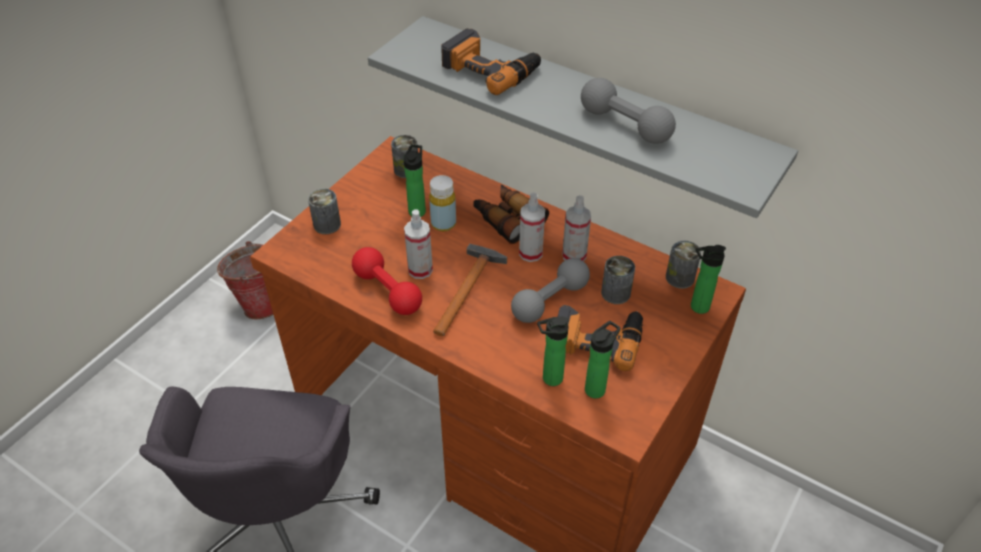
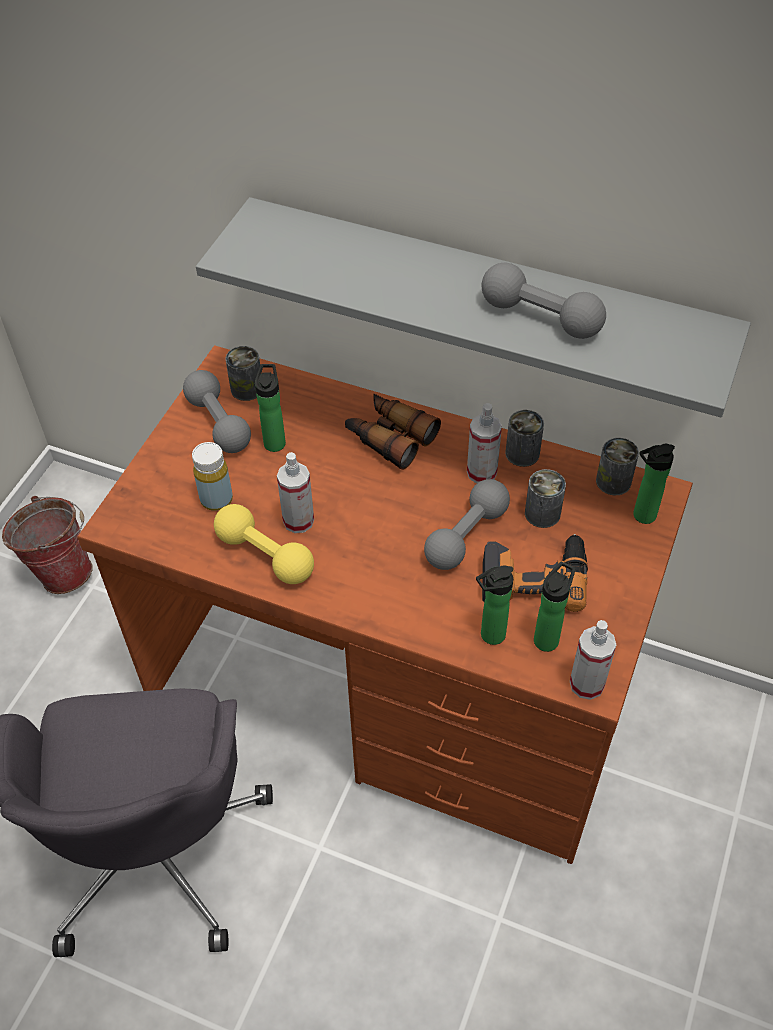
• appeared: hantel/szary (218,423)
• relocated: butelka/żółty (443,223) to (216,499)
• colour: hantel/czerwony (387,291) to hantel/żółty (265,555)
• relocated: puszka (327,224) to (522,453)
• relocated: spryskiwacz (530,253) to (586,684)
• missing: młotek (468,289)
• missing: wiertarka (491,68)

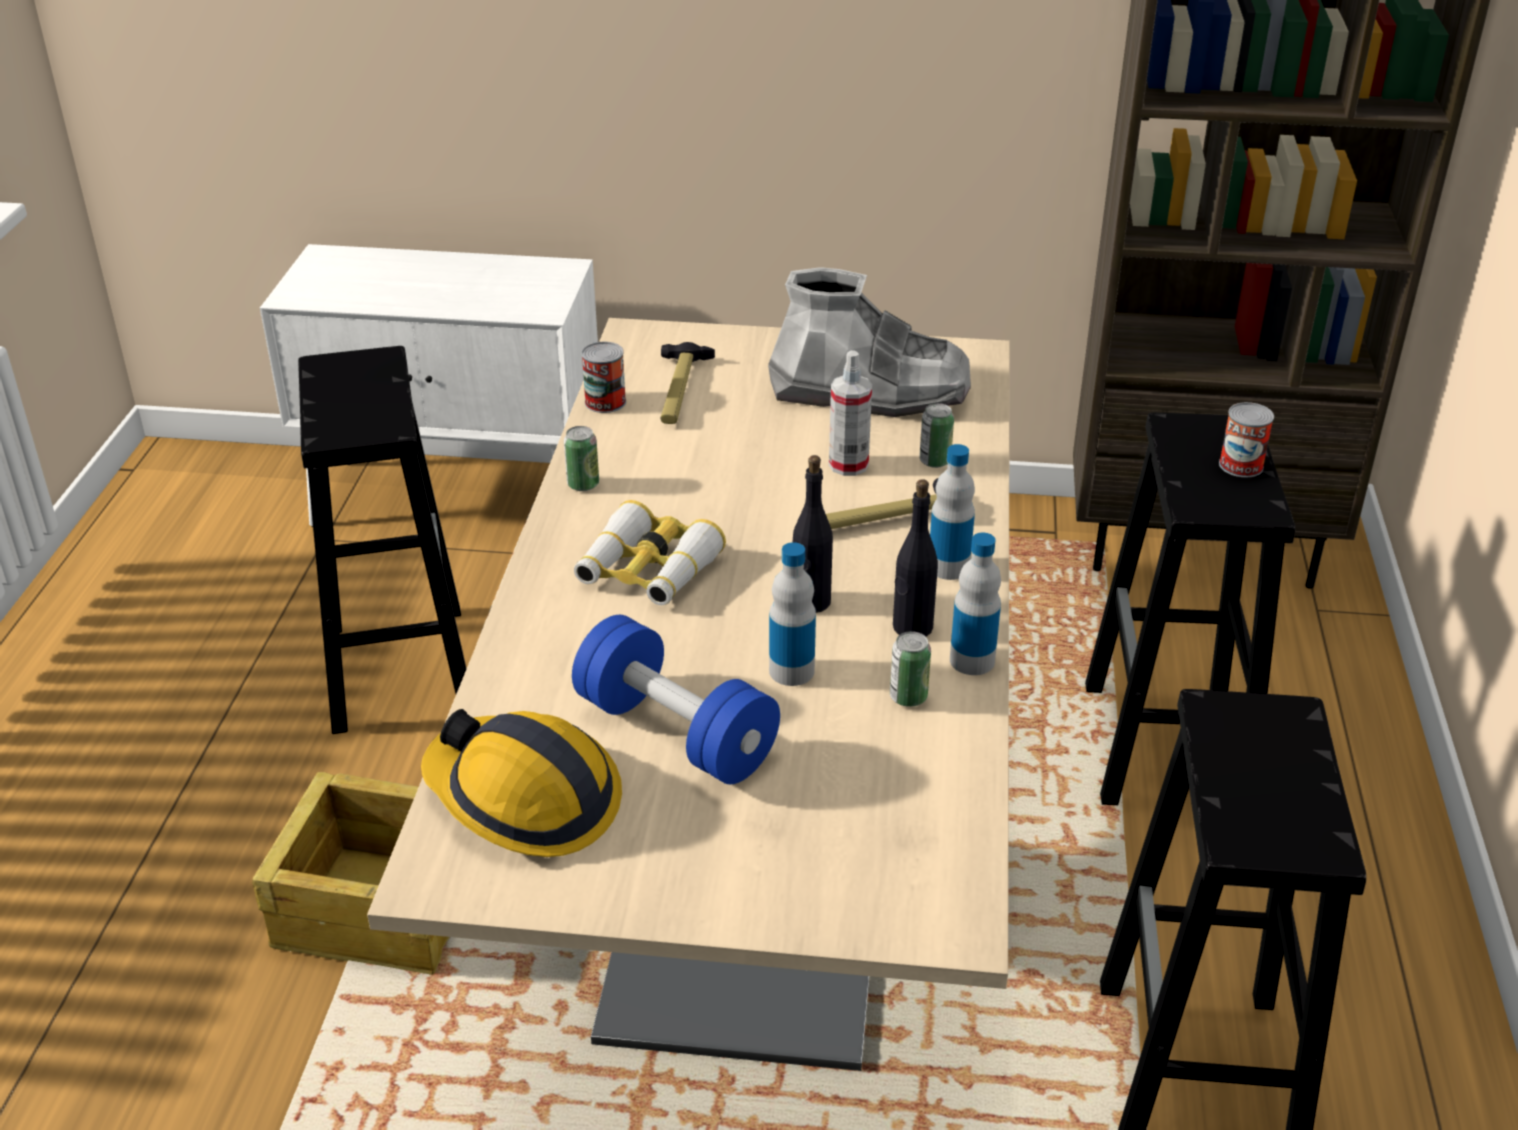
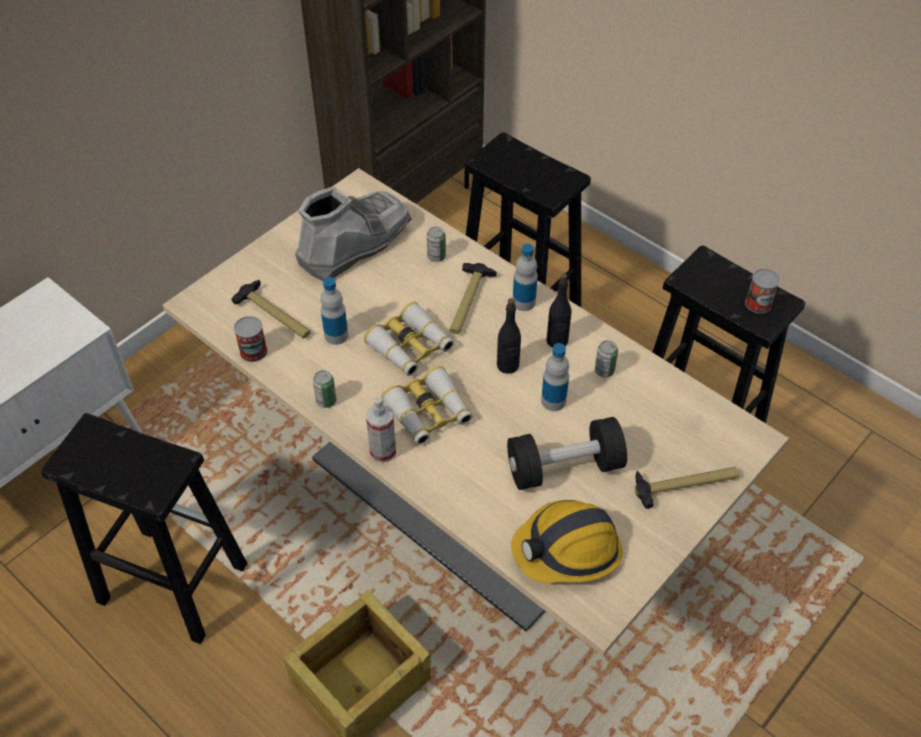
• relocated: butelka (972,660) to (336,335)
• appeared: lornetka (410,347)
• relocated: spryskiwacz (848,465) to (383,451)
• colour: hantel/niebieski (675,733) to hantel/czarny (564,467)
• appeared: młotek (685,485)
• relocated: puszka (1241,465) to (758,303)

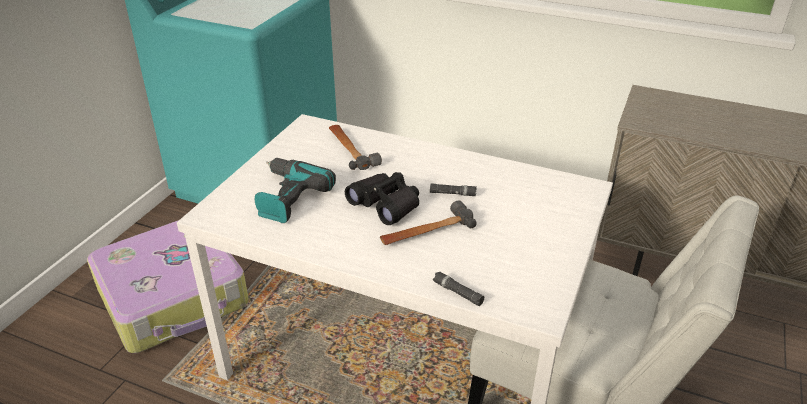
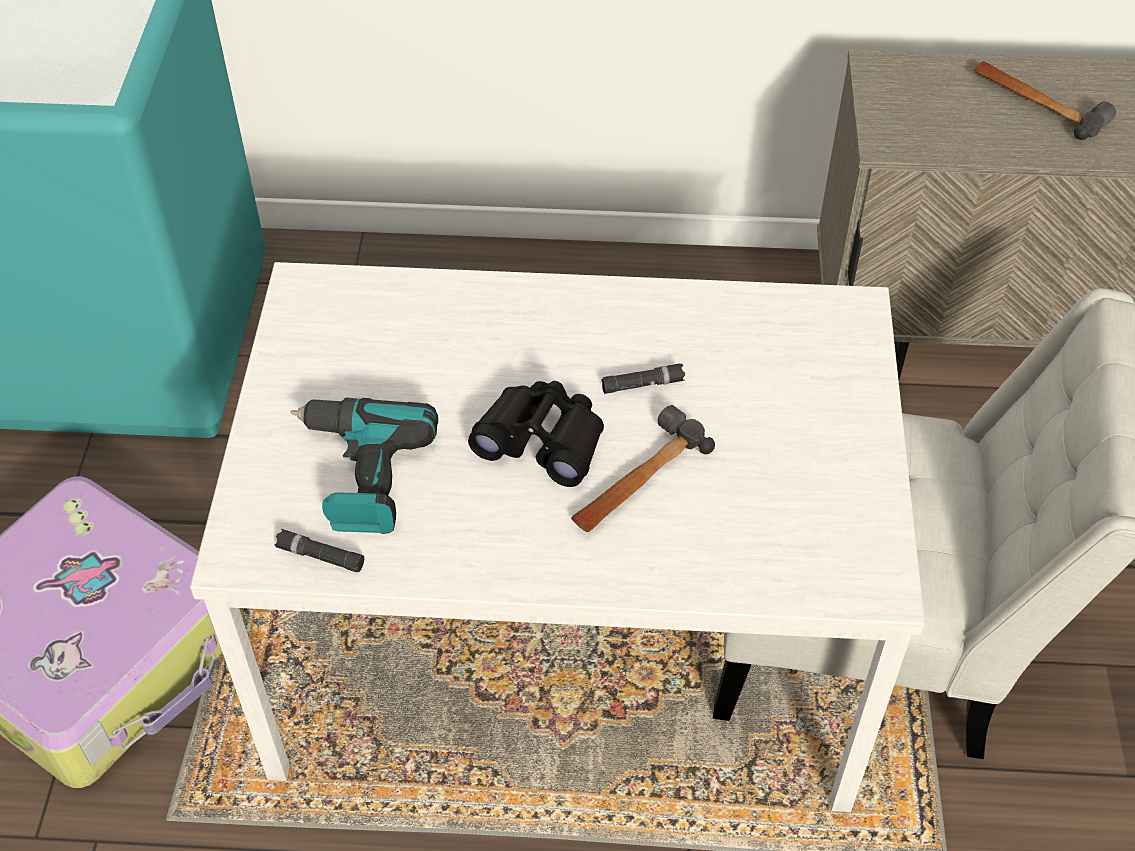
• relocated: latarka/czarny (458,292) to (320,556)
• relocated: młotek (350,150) to (1037,103)

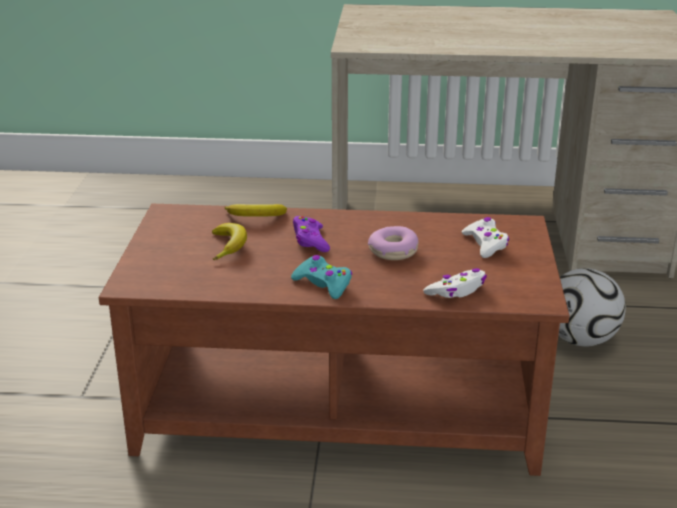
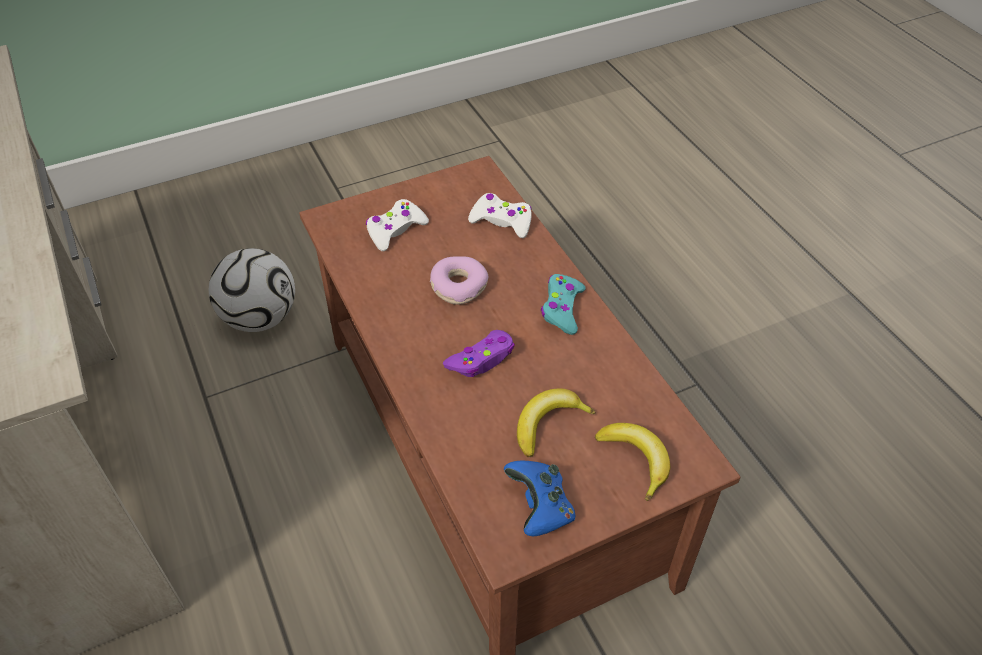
• appeared: pad do gier/niebieski (540,508)
• relocated: banan (255,217) to (636,460)

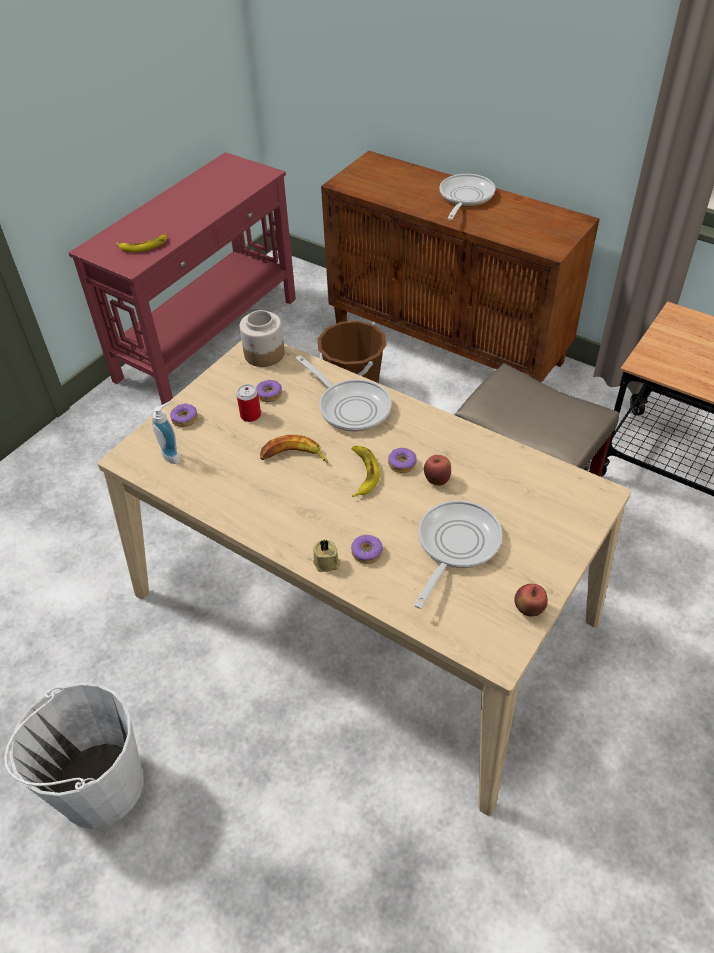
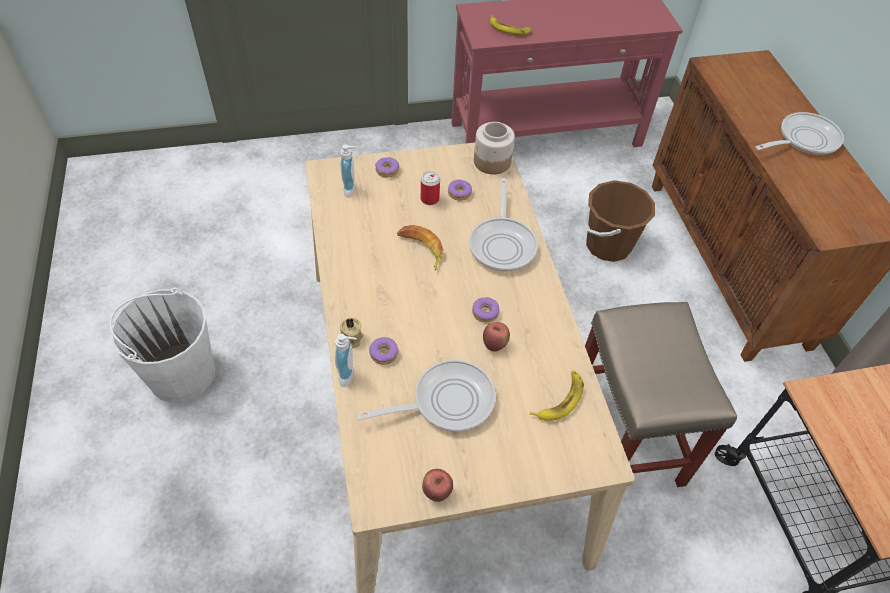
• appeared: dozownik mydła (349,375)
• relocated: banan (362,473) to (560,399)

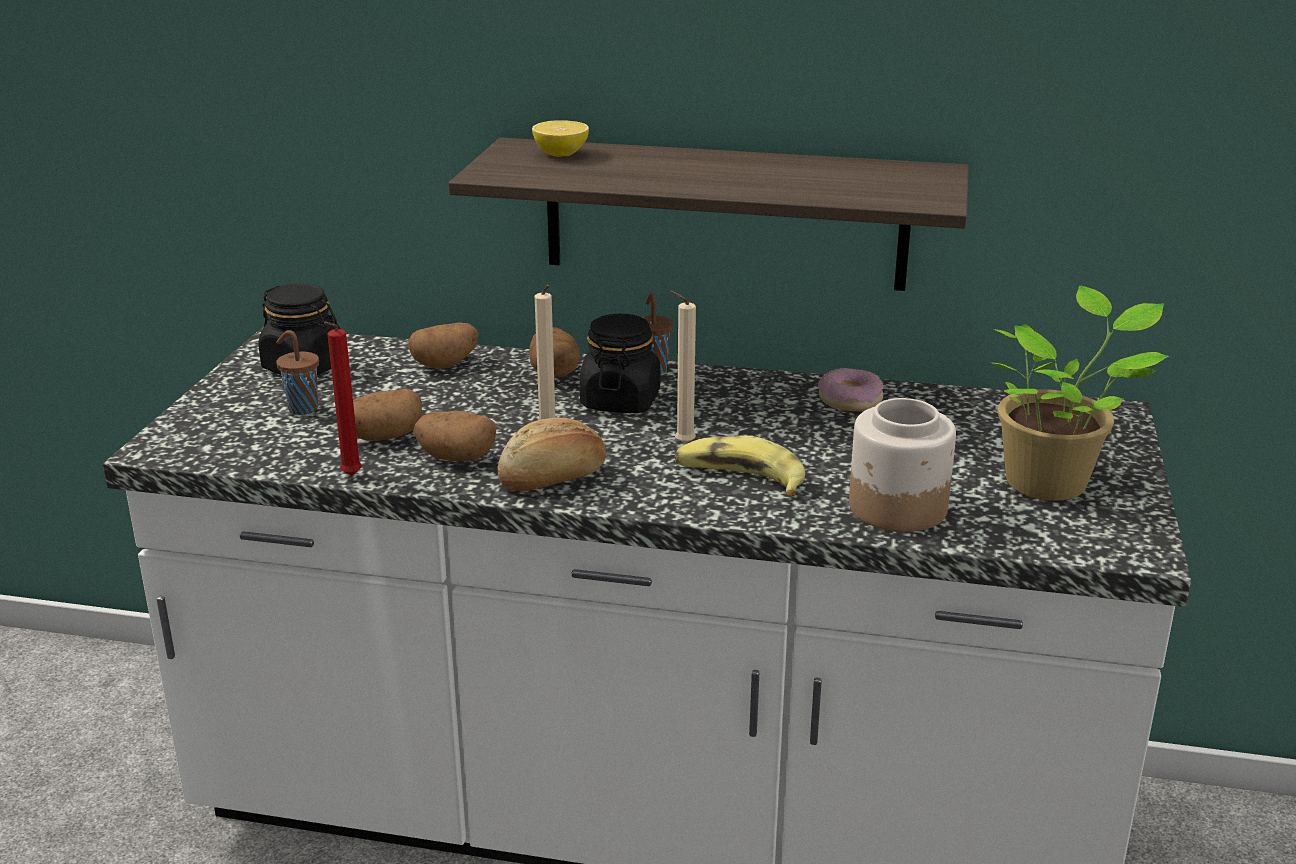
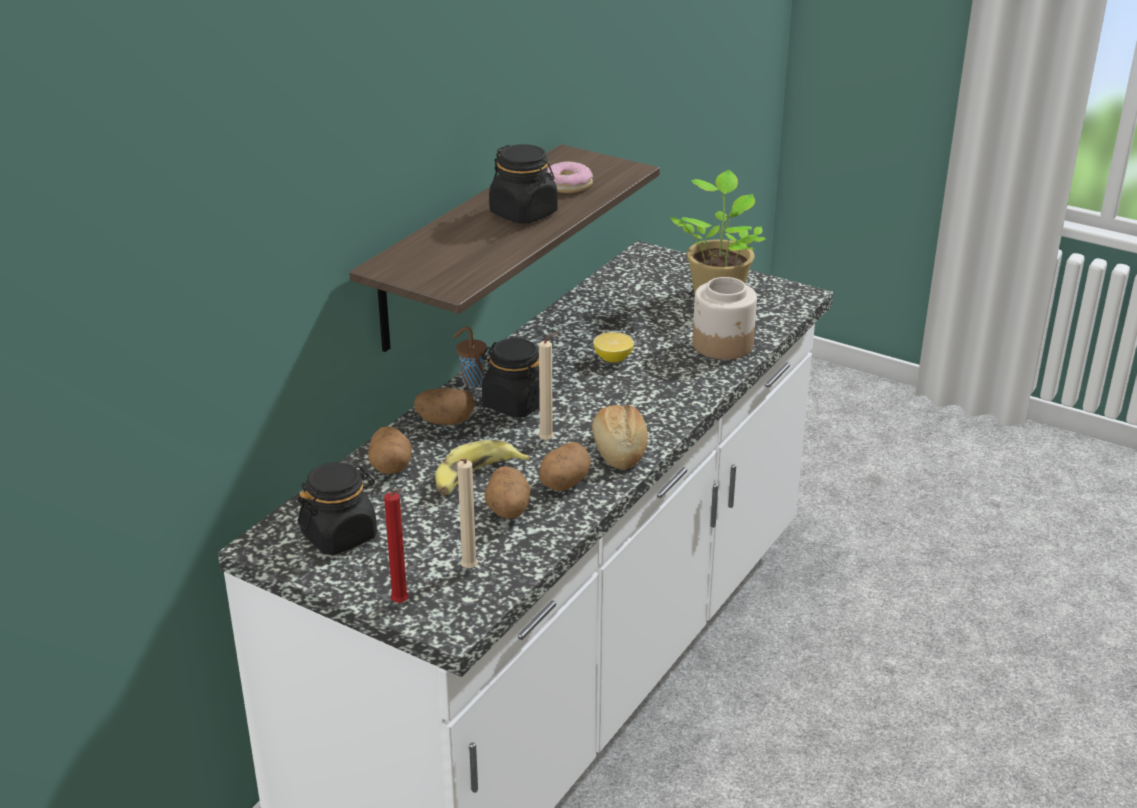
• relocated: świeca/czerwony (349,477) to (402,604)
• relocated: banan (740,479) to (475,477)
• relocated: świeca/beżowy (681,444) to (468,570)
• appeared: słoik/czarny (524,213)
• relocated: donut (850,400) to (568,185)
• relocated: cytryna (561,154) to (613,358)
• missing: filiżanka/brązowy (301,409)

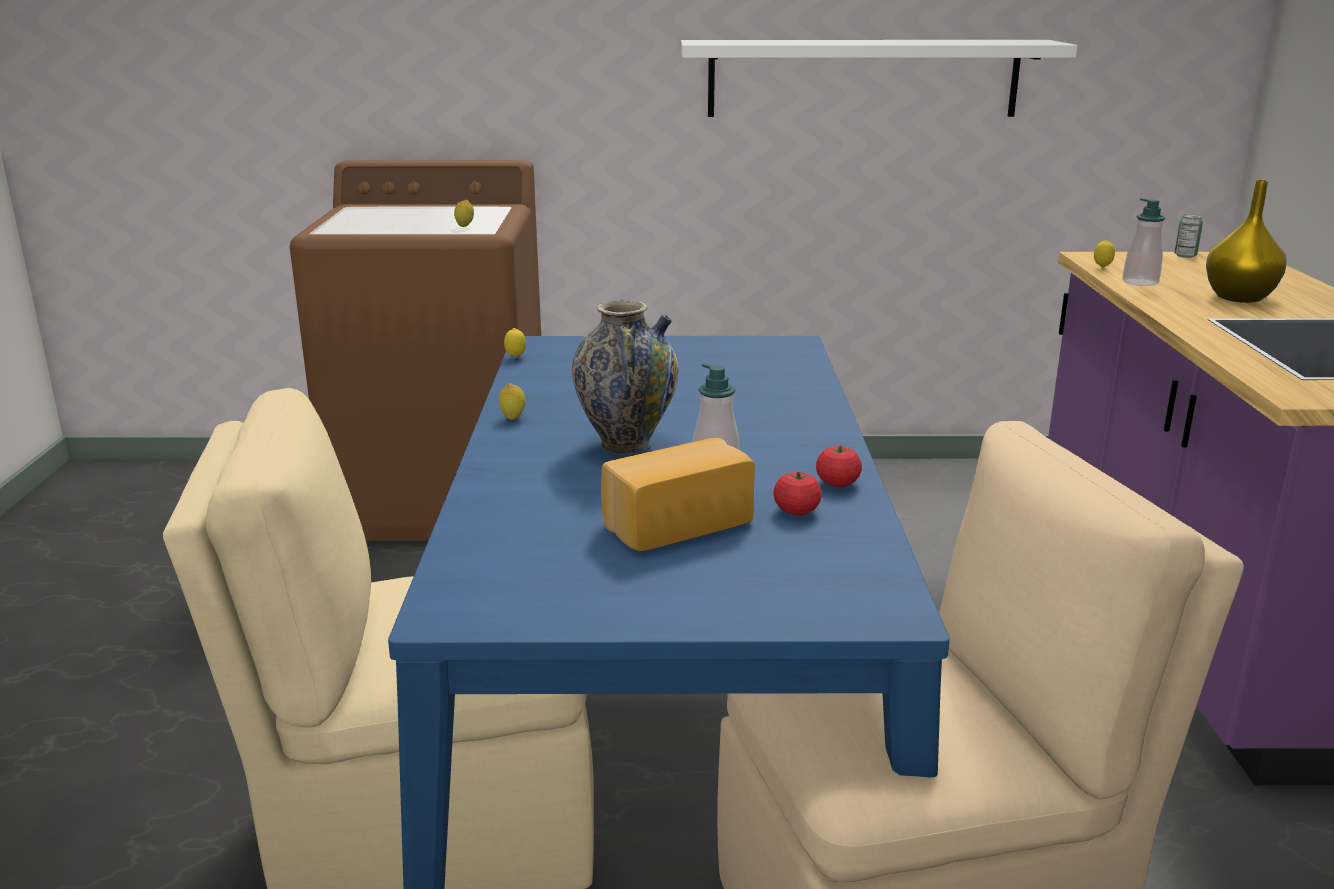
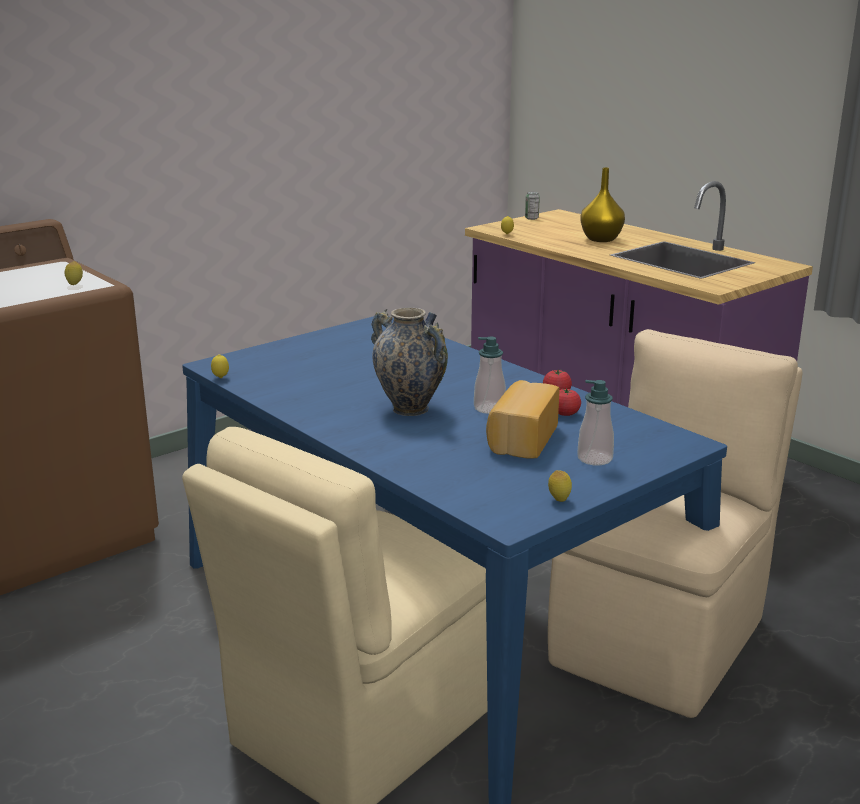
• relocated: cytryna (513,418) to (559,500)
• relocated: dozownik mydła (1140,282) to (594,459)
• missing: półka/biały (863,78)

